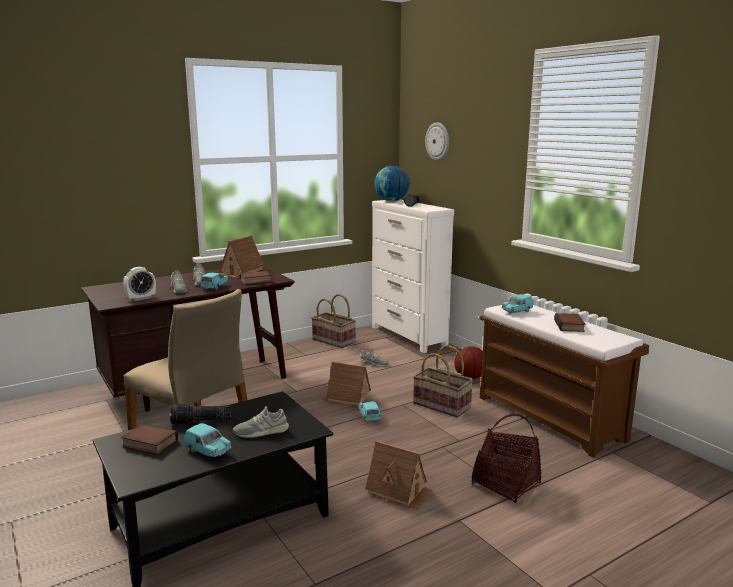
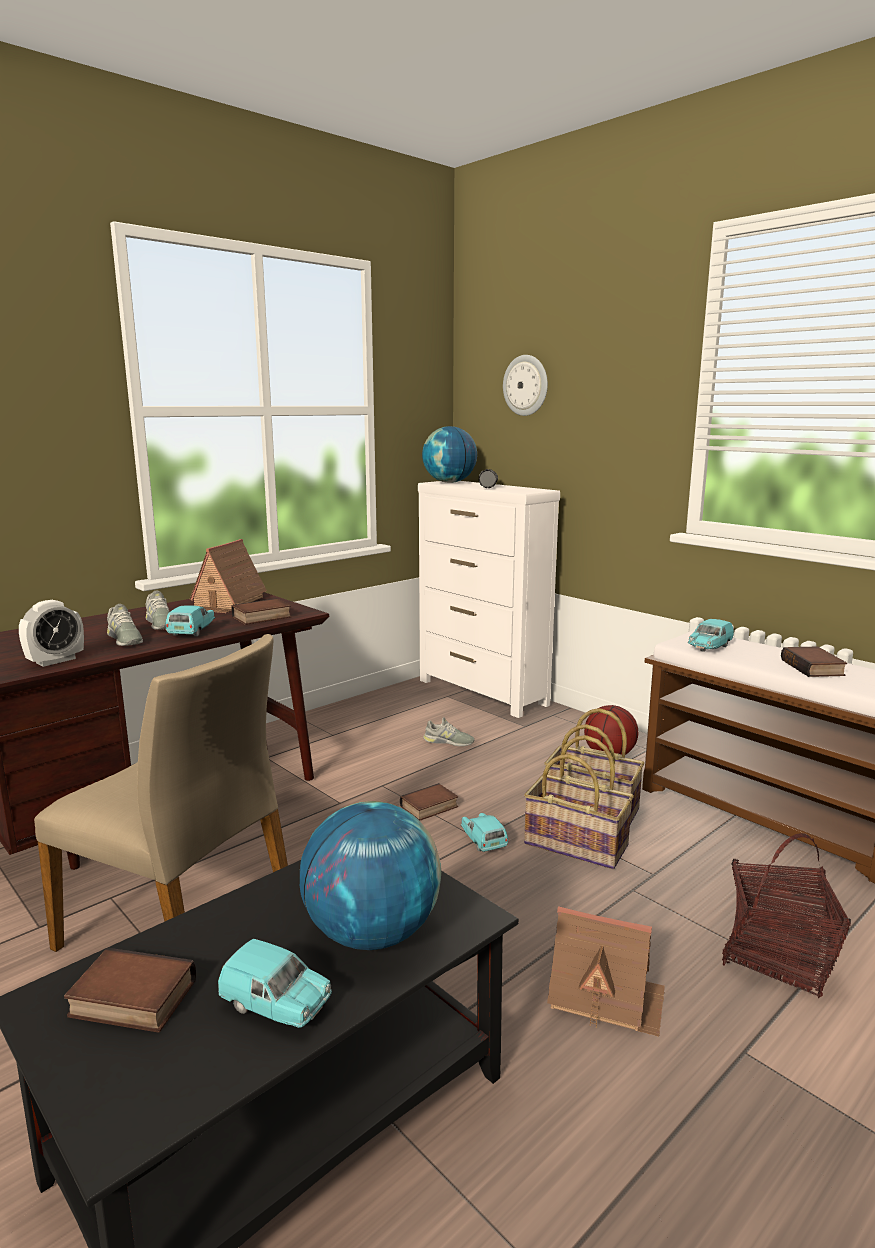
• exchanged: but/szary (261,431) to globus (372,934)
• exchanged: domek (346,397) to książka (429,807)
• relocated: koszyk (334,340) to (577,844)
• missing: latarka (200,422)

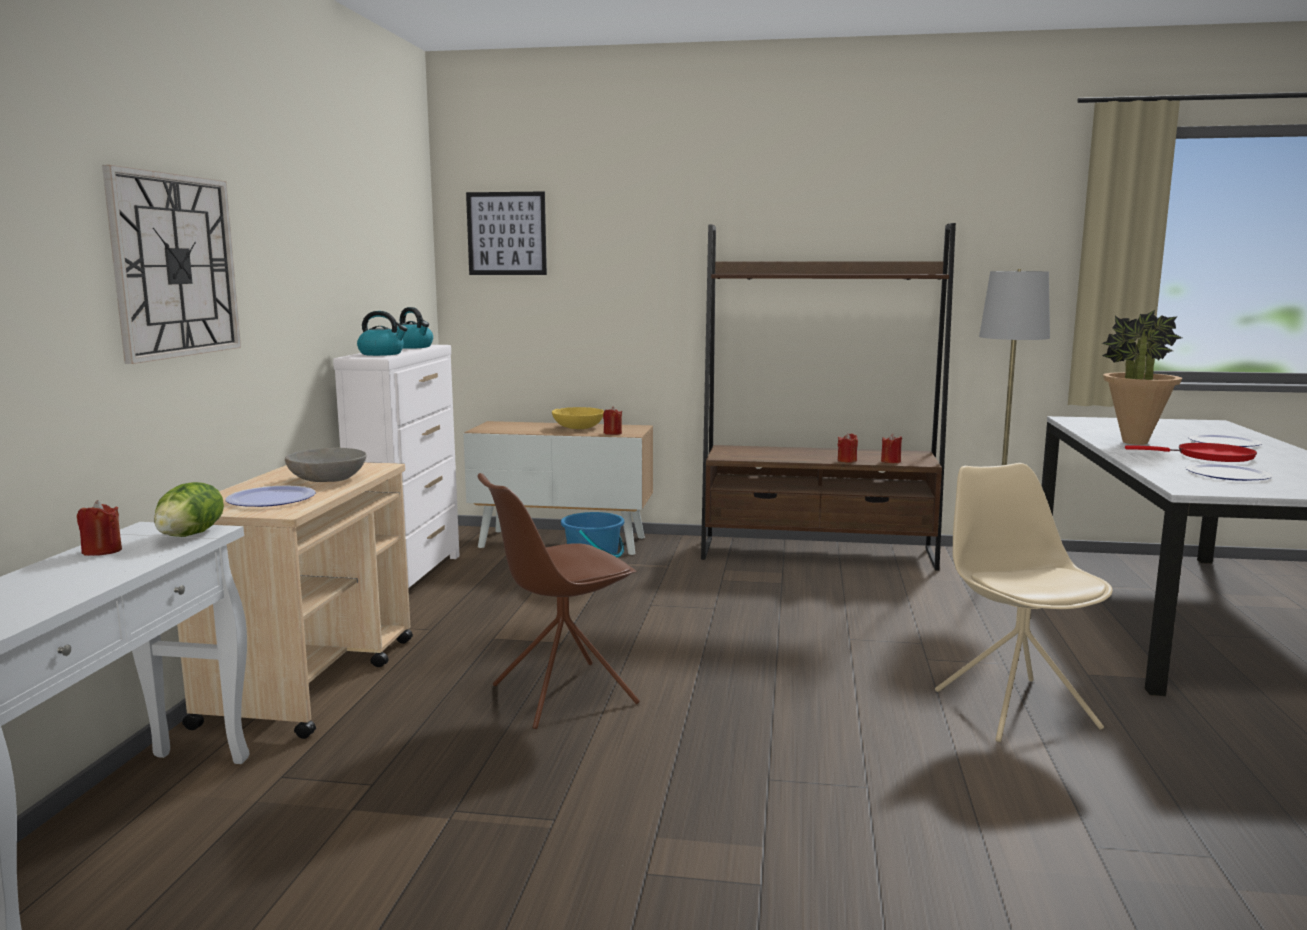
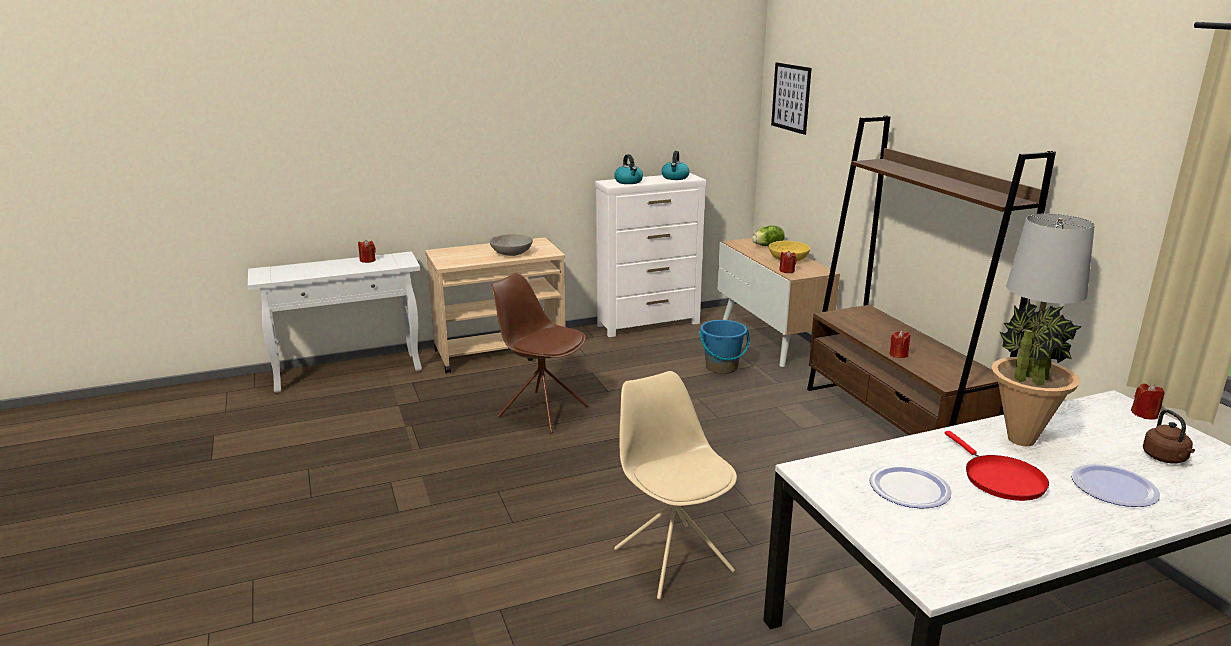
• spun: krzesło/beżowy (1014,708) = (672,559) 75 degrees counterclockwise
• relocated: sałata (191,534) to (768,246)
• relocated: świeca/czerwony (890,461) to (1144,414)
• appeared: czajnik/brązowy (1166,458)
• missing: zegar ścienny (175,266)
• missing: talerz (271,499)

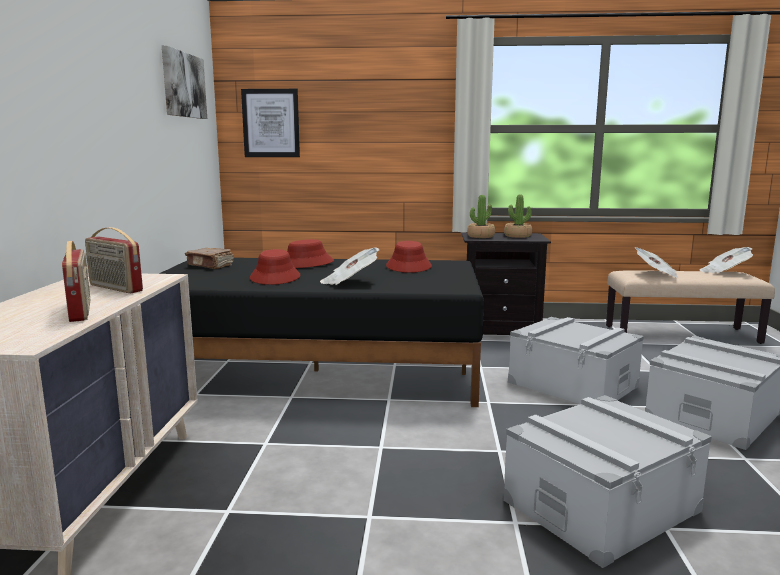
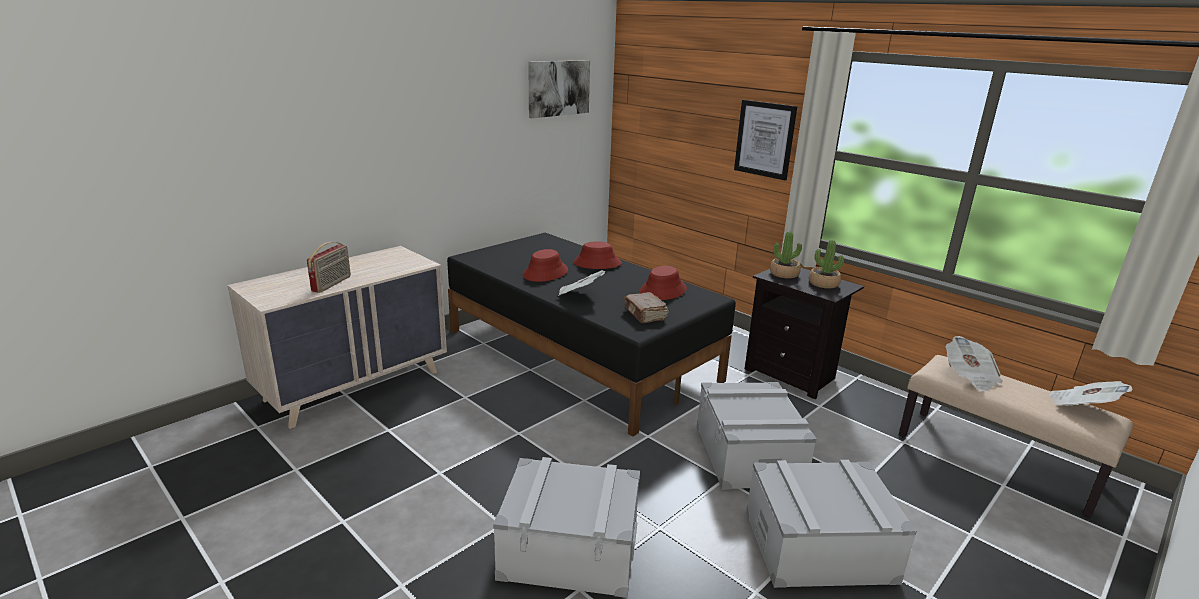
• relocated: książka/brązowy (210,265) to (645,315)
• relocated: obraz (271,123) to (764,139)
• missing: radio (115,288)

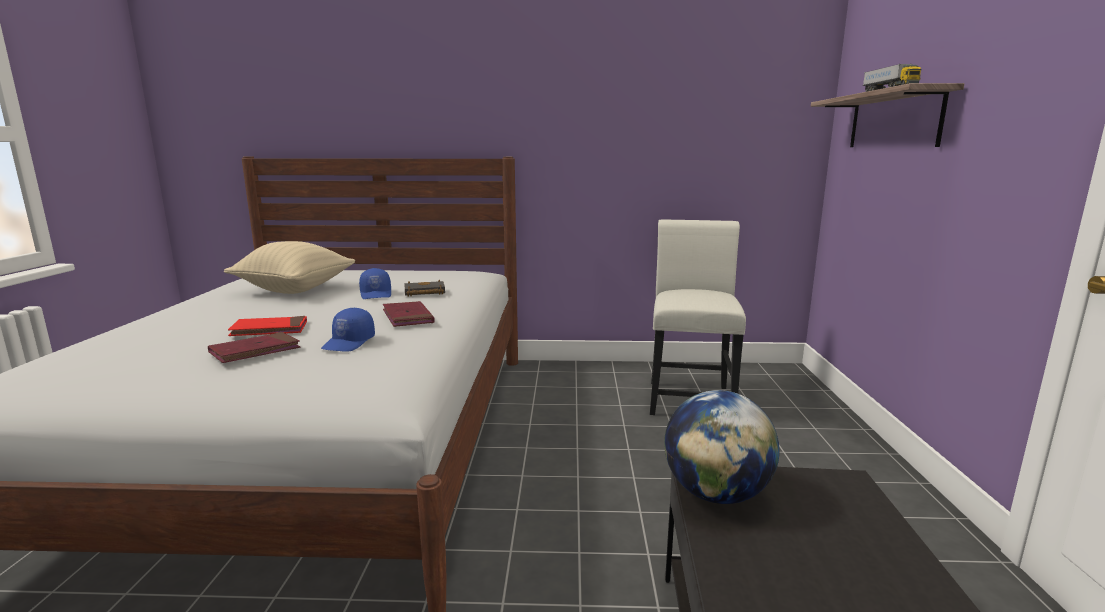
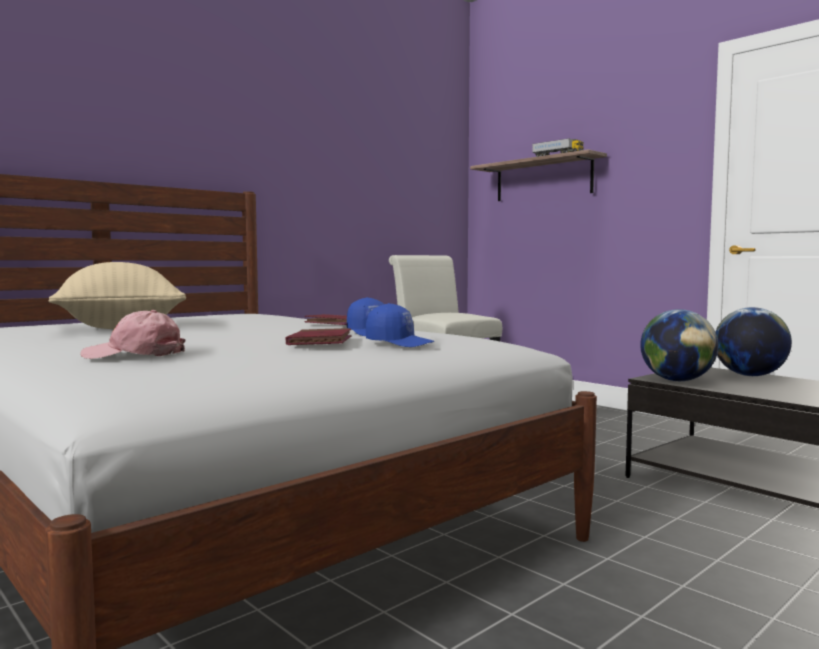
• appeared: czapka z daszkiem/różowy (135,354)
• relocated: czapka z daszkiem/niebieski (376,294) to (400,343)
• appeared: globus (750,375)
• missing: książka/czerwony (269,330)
• missing: książka/czarny (423,293)

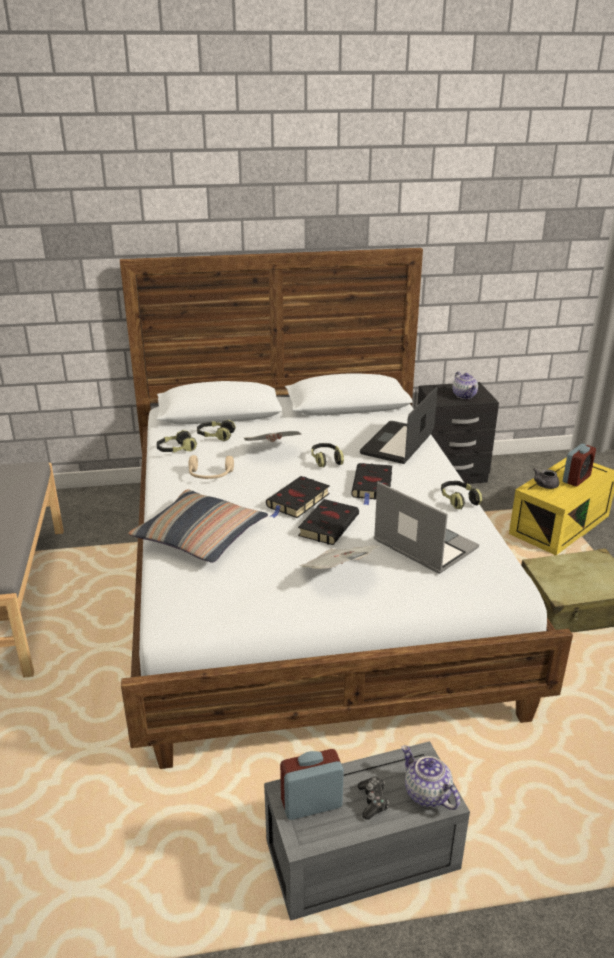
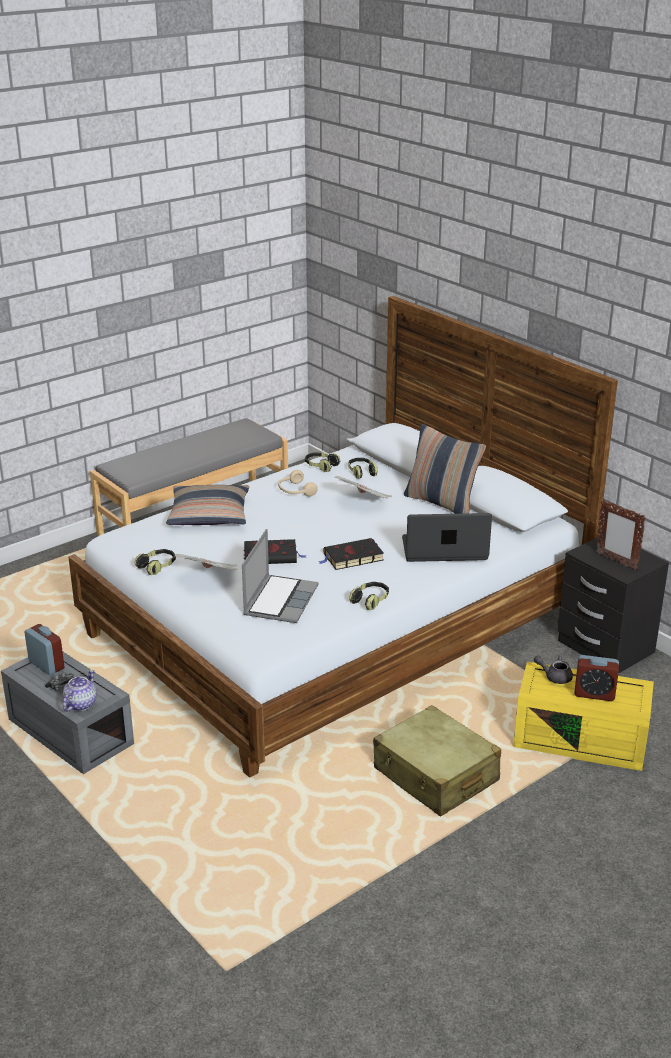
• relocated: słuchawki (326,460) to (157,566)
• appeared: poduszka (442,503)
• exchanged: imbryk (464,395) to ramka na zdjęcie (616,562)
• missing: książka/czarny (297,501)

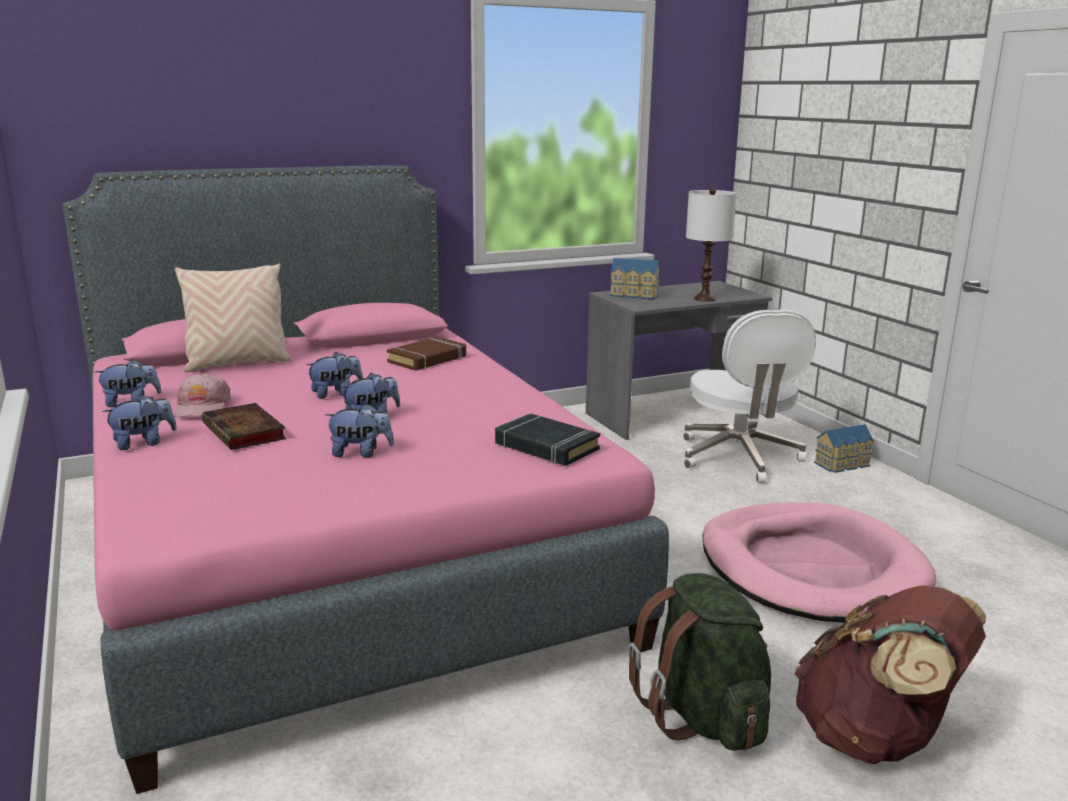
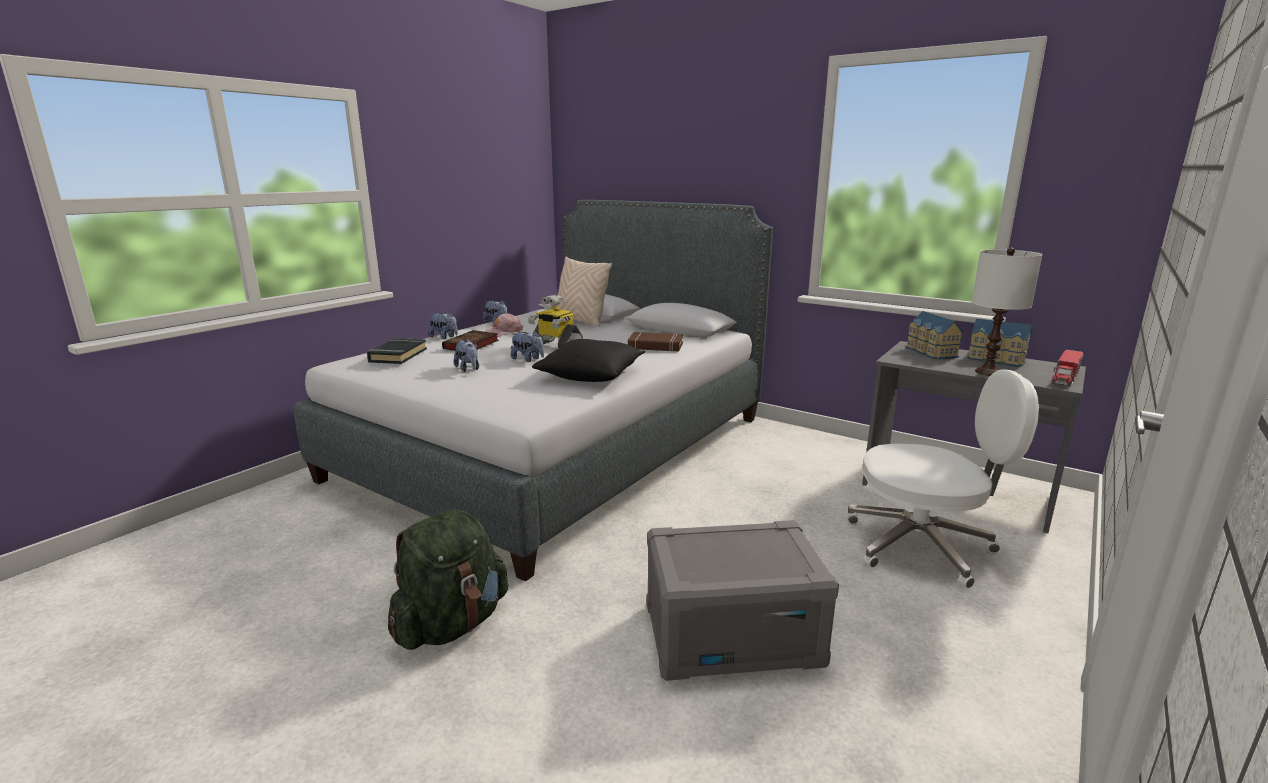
• colour: łóżko/różowy (335,547) to łóżko/szary (558,446)
• relocated: książka/czarny (546,447) to (398,355)
• exchanged: pluszak (336,394) to robot zabawkowy (555,345)
• appeared: poduszka/czarny (591,375)
• exchanged: legowisko/różowy (811,569) to pojemnik do przechowywania/szary (732,634)
• spun: krzesło biurowe/biały (739,458) = (922,545) 135 degrees counterclockwise
• relocated: domek (844,464) to (996,360)
• appeared: ciężarówka zabawkowa (1065,377)
• missing: plecak/brązowy (875,739)

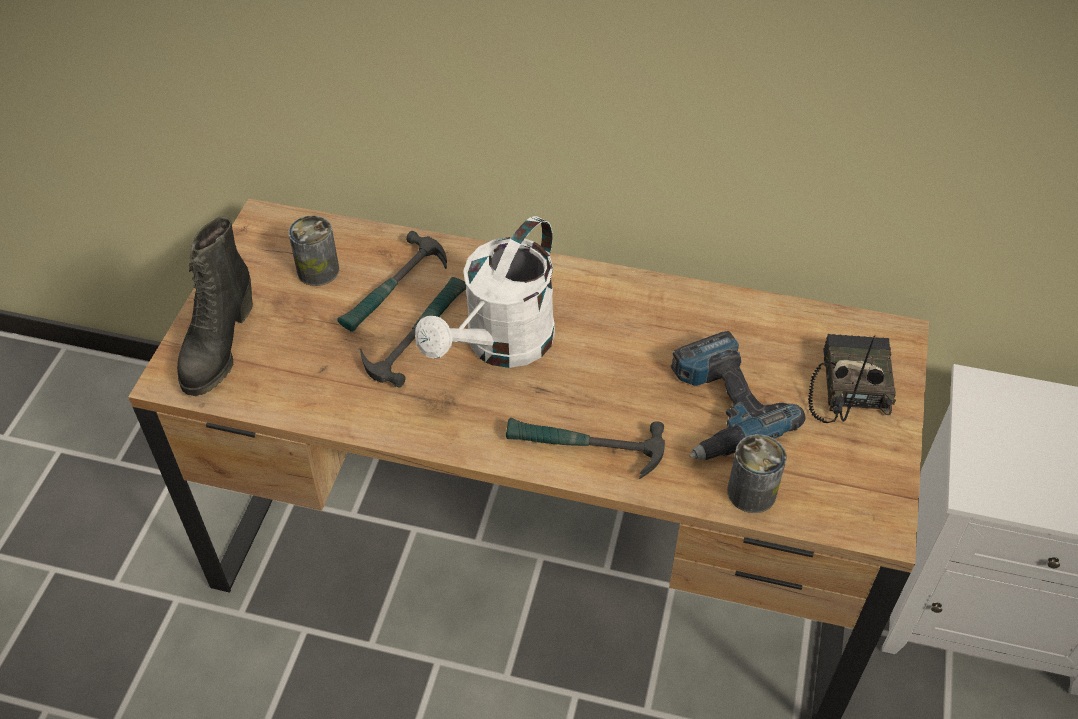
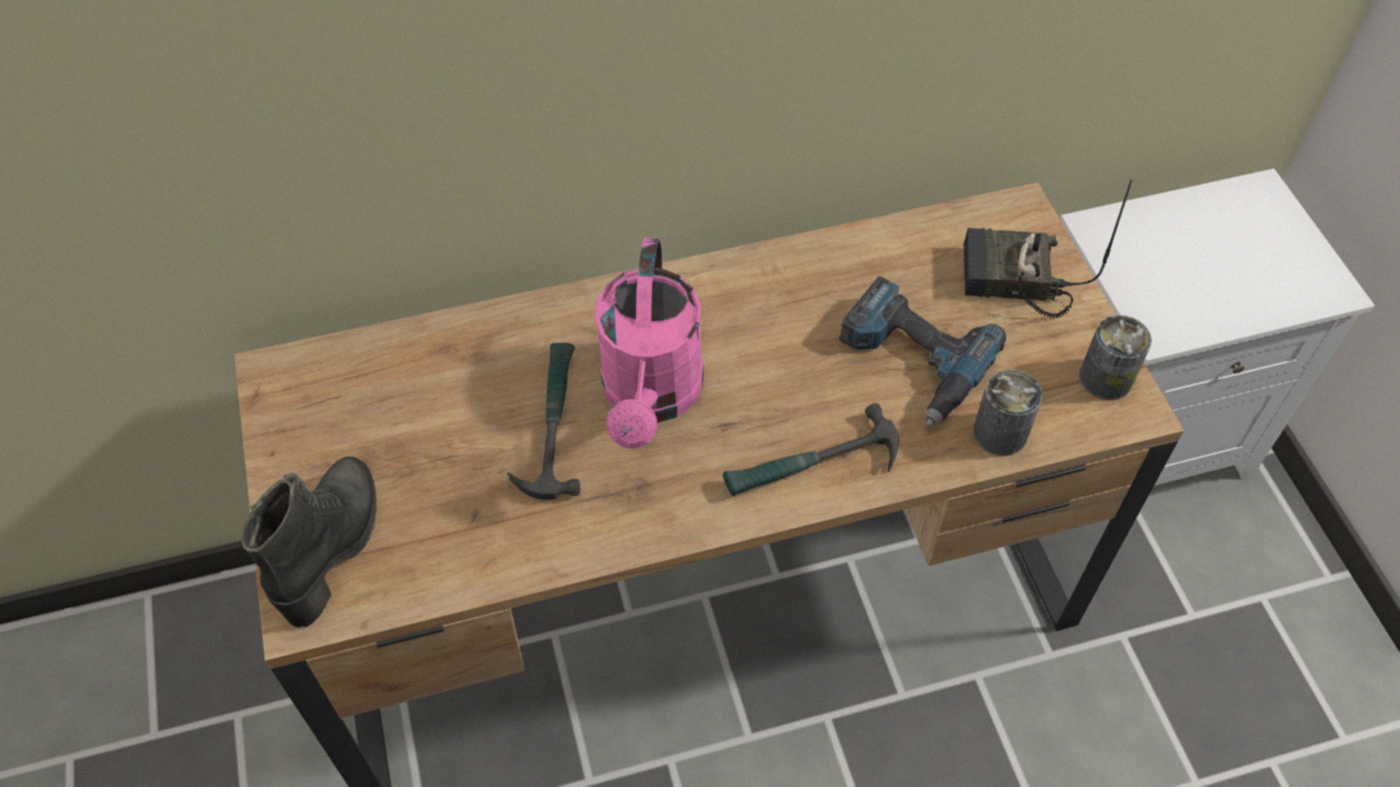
• spun: but z cholewką/czarny (218,347) = (332,548) 150 degrees counterclockwise
• colour: konewka/biały (500,346) to konewka/różowy (651,397)
• spun: radio (848,385) = (1012,281) 60 degrees counterclockwise
• relocated: puszka (318,270) to (1105,378)
• missing: młotek (394,290)

